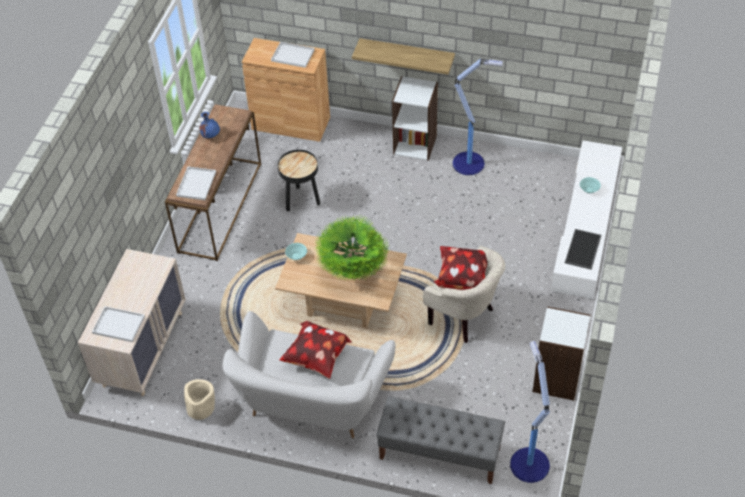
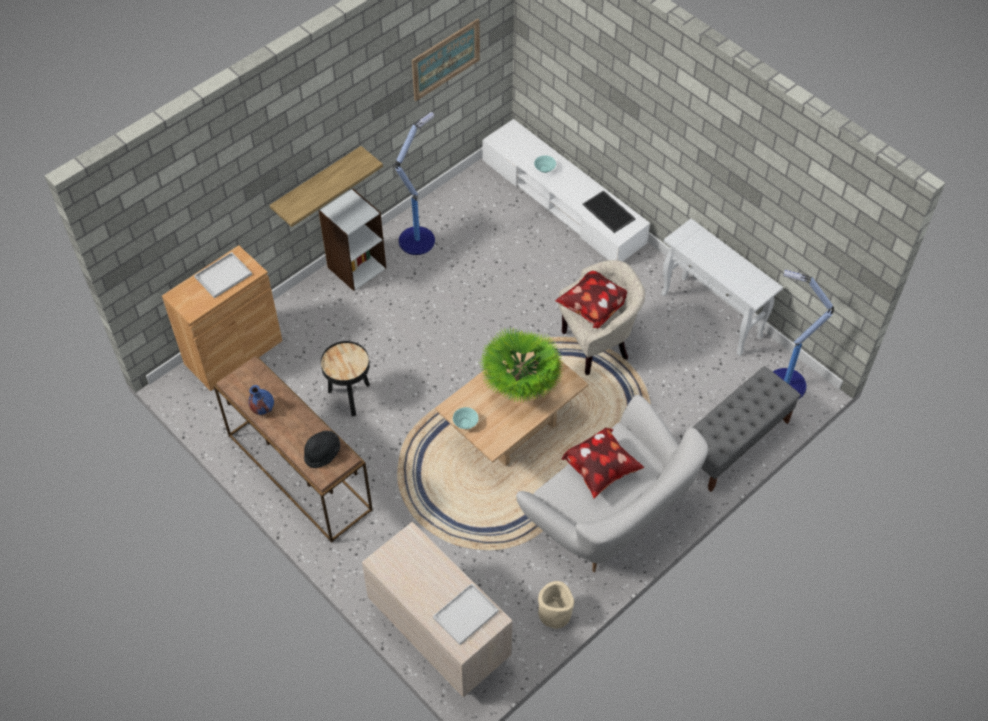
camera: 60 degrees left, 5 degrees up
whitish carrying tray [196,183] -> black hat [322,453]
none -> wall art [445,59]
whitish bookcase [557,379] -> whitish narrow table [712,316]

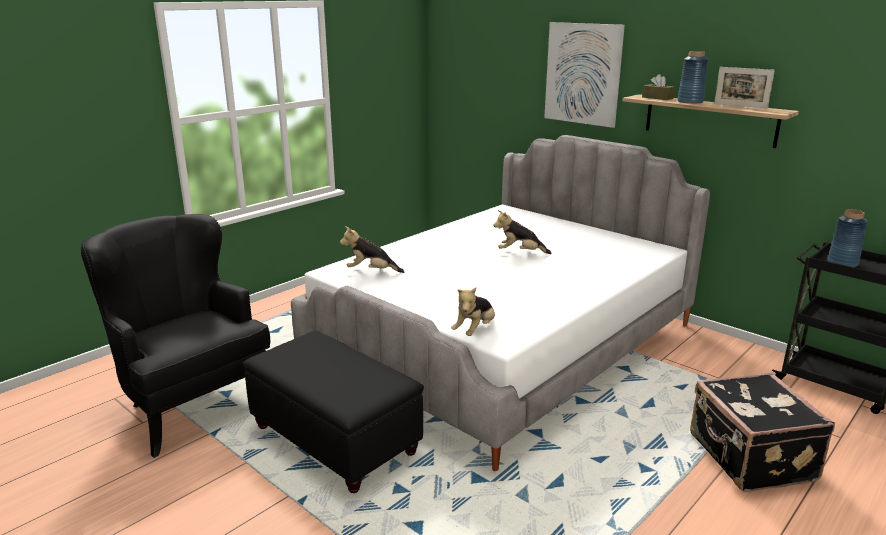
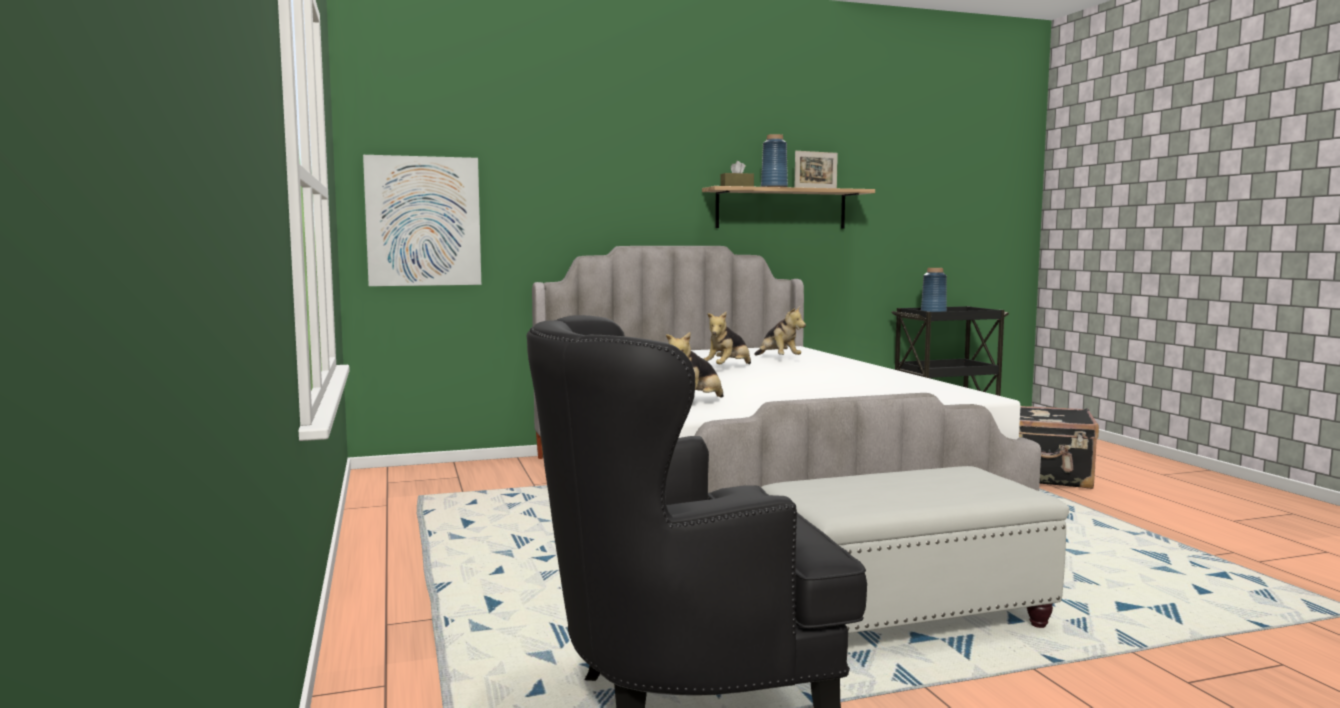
camera: 60 degrees left, 15 degrees down
wall art [582,74] -> wall art [423,221], move
cuddly toy [475,330] -> cuddly toy [778,359], move
black ottoman [335,441] -> whitish ottoman [905,618]

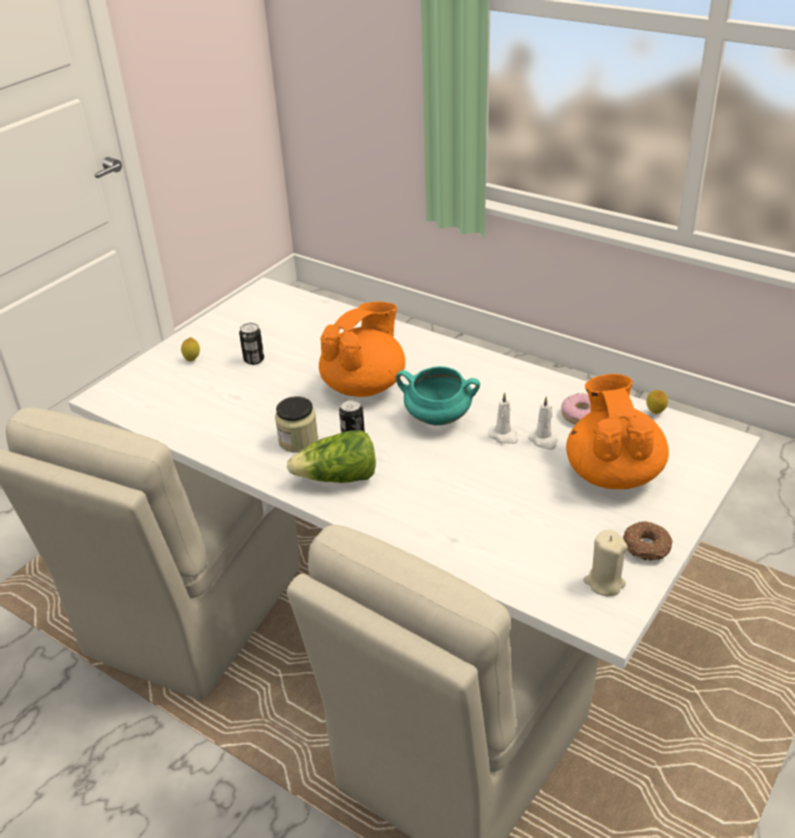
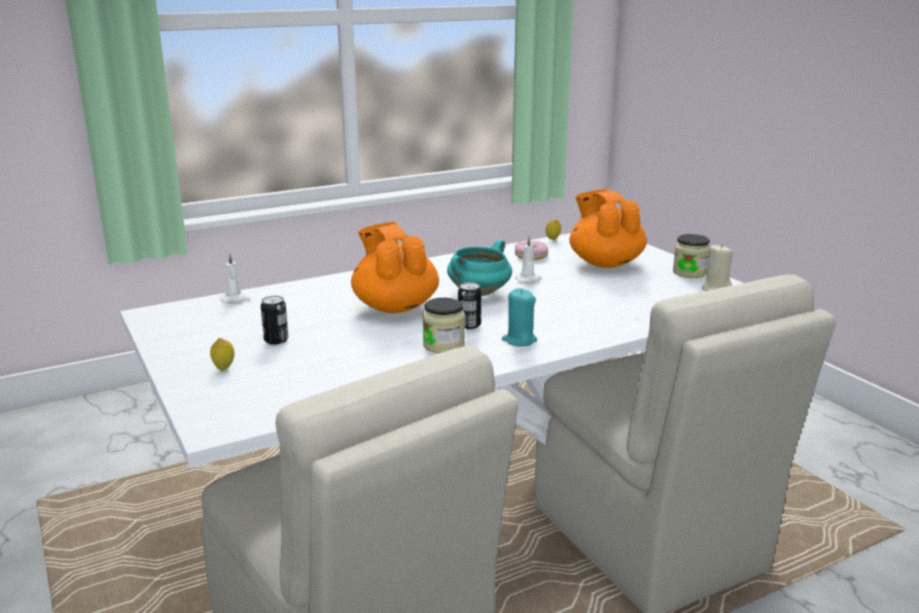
camera: 65 degrees left, 15 degrees down
whitish candle [544,440] -> whitish candle [236,299], move
lettuce head [338,478] -> turquoise candle [519,340]
orange-coloured pot for tea [613,472] -> orange-coloured pot for tea [605,263], 45 degrees clockwise
doughnut [646,548] -> preserve jar [689,272]

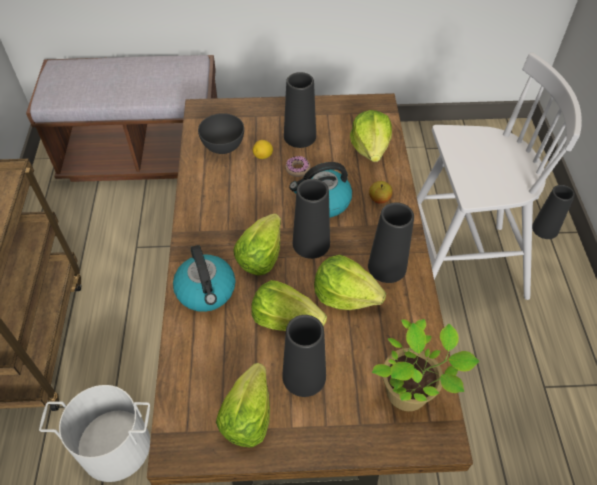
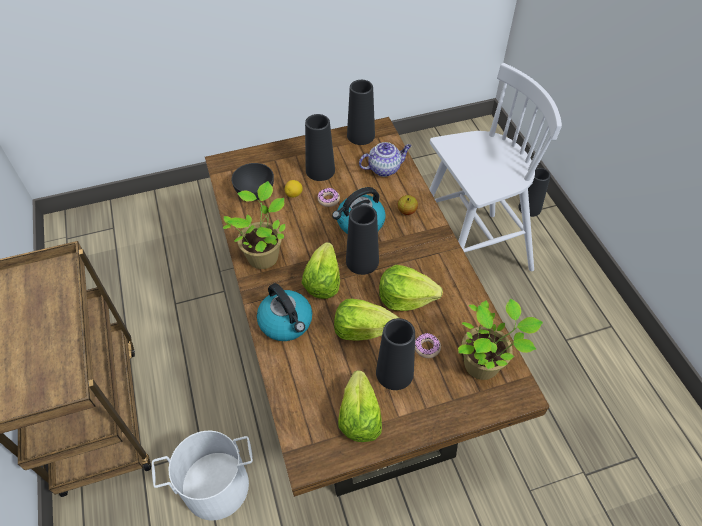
camera: 15 degrees left, 0 degrees up
none -> potted plant [263,255]
black flower vase [387,267] -> black flower vase [360,135], move
lettuce head [370,148] -> pot for tea [385,168]
none -> doughnut [427,347]
brownish bench [144,156] -> none

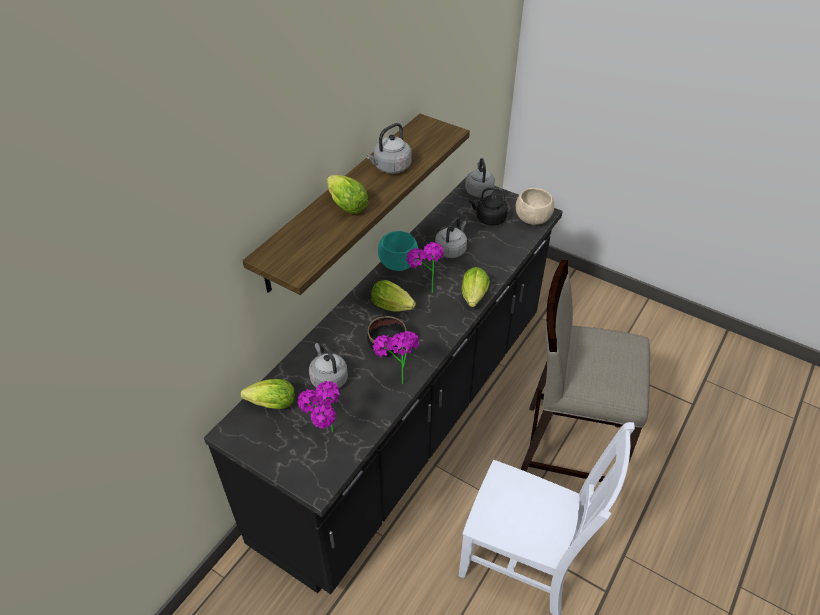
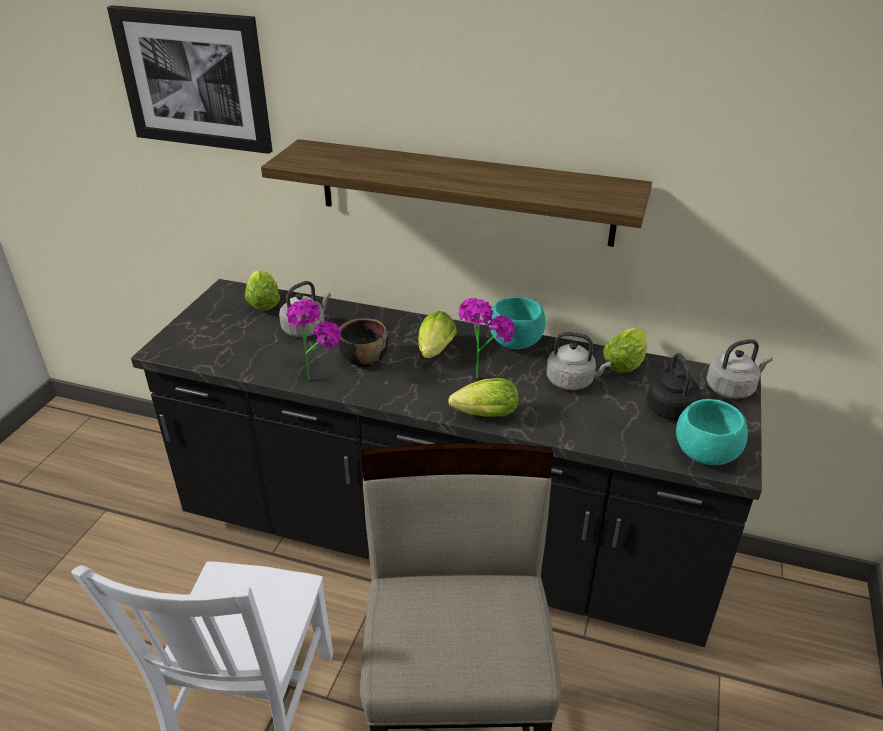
camera: 75 degrees right, 10 degrees down
none -> wall art [194,79]
lettuce head [345,205] -> lettuce head [626,362], move
beige-coloured serving bowl [532,219] -> turquoise serving bowl [704,454]
potted plant [325,437] -> none
gray tea kettle [390,167] -> none

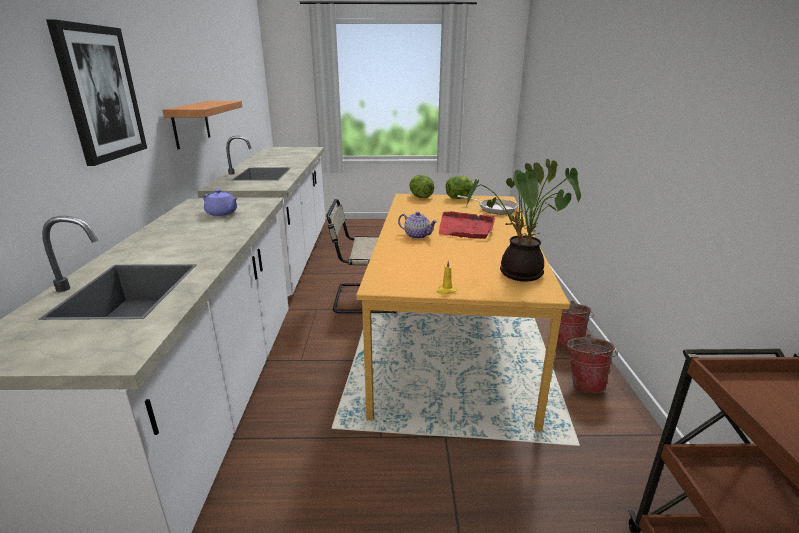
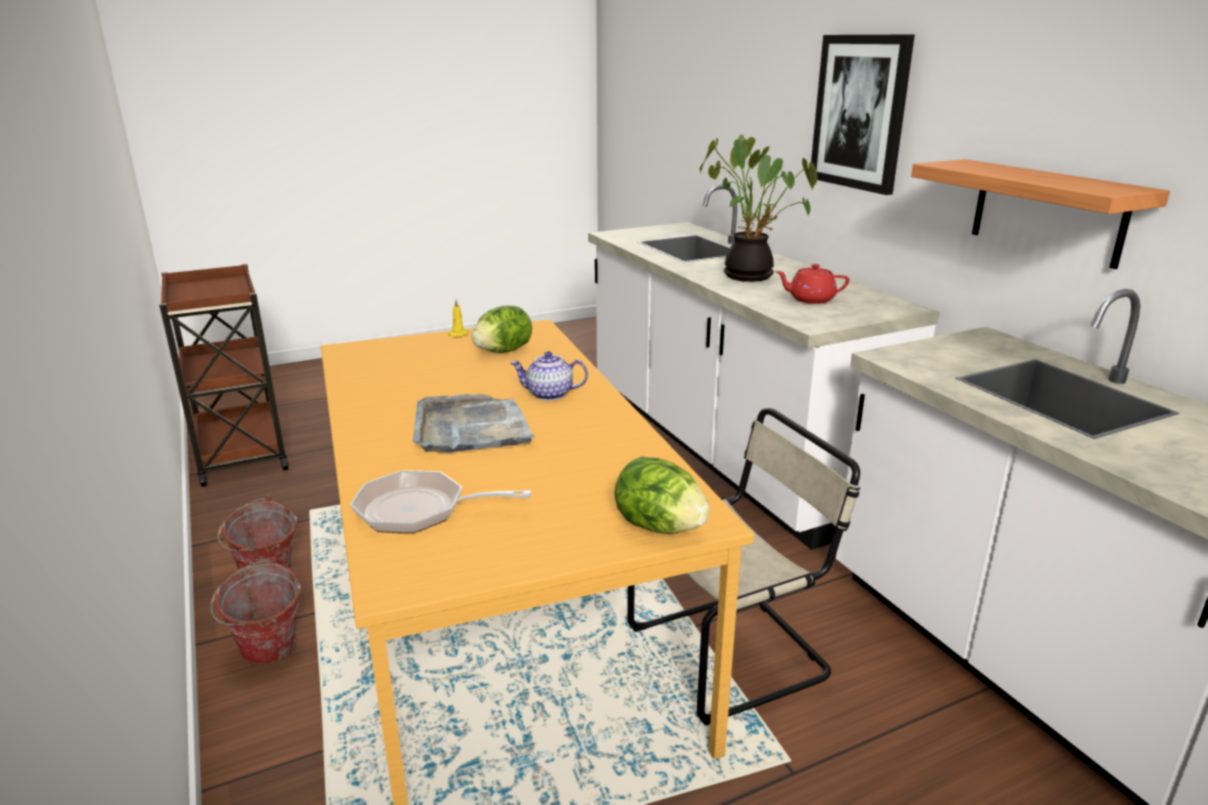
camera: 155 degrees right, 0 degrees up
red carrying tray [466,228] -> gray carrying tray [472,428]
lettuce head [459,198] -> lettuce head [503,351], move
potted plant [517,274] -> potted plant [751,275], move
purple pot for tea [222,213] -> red pot for tea [810,299]

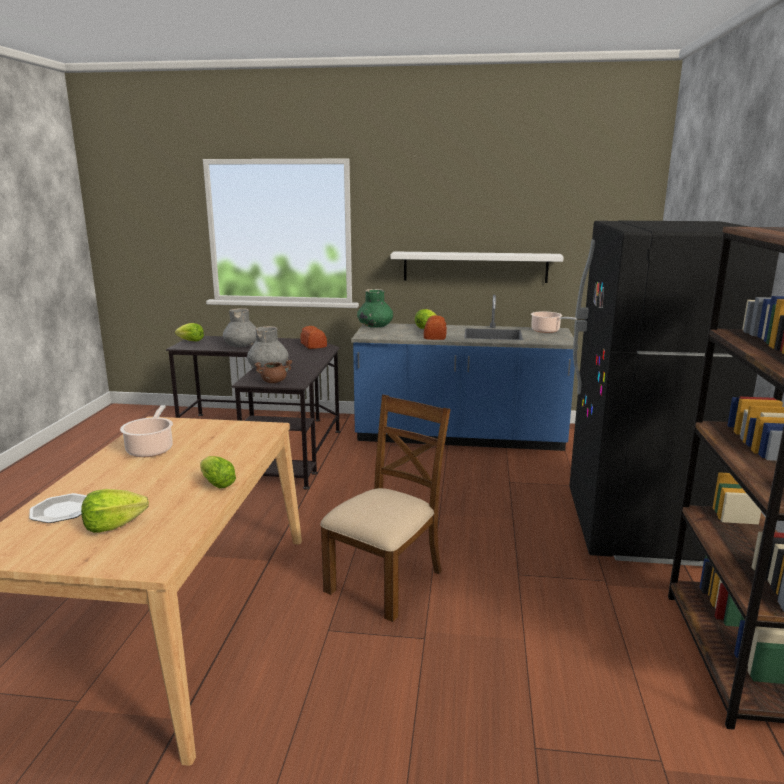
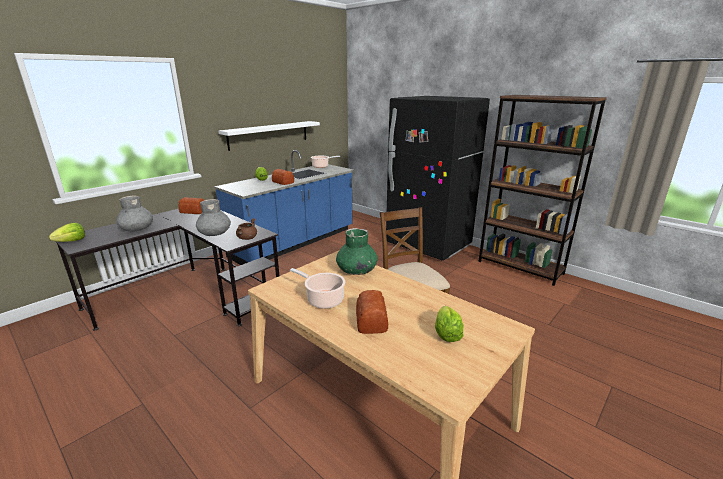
camera: 55 degrees left, 5 degrees up
green flower vase [375,326] -> green flower vase [356,270], move
none -> baked bread [372,320]
dinner plate [62,510] -> none
lettuce head [216,483] -> none

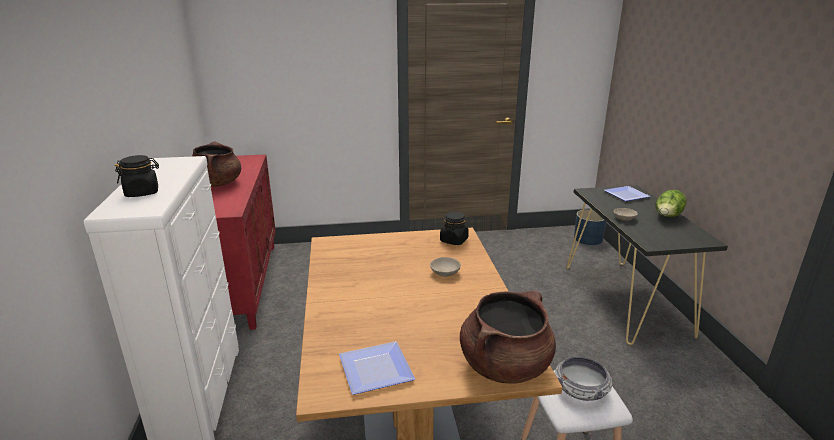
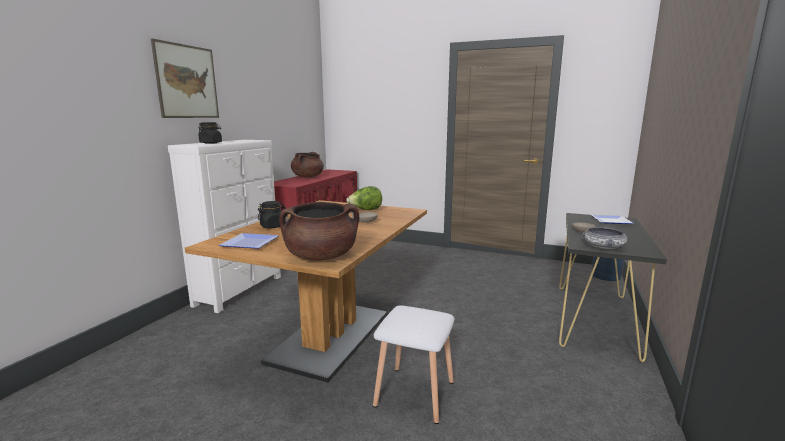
camera: 30 degrees right, 10 degrees down
none -> wall art [187,82]
black preserve jar [454,240] -> black preserve jar [272,226], move
lettuce head [667,217] -> lettuce head [365,210], move
serving bowl [581,389] -> serving bowl [603,247], move

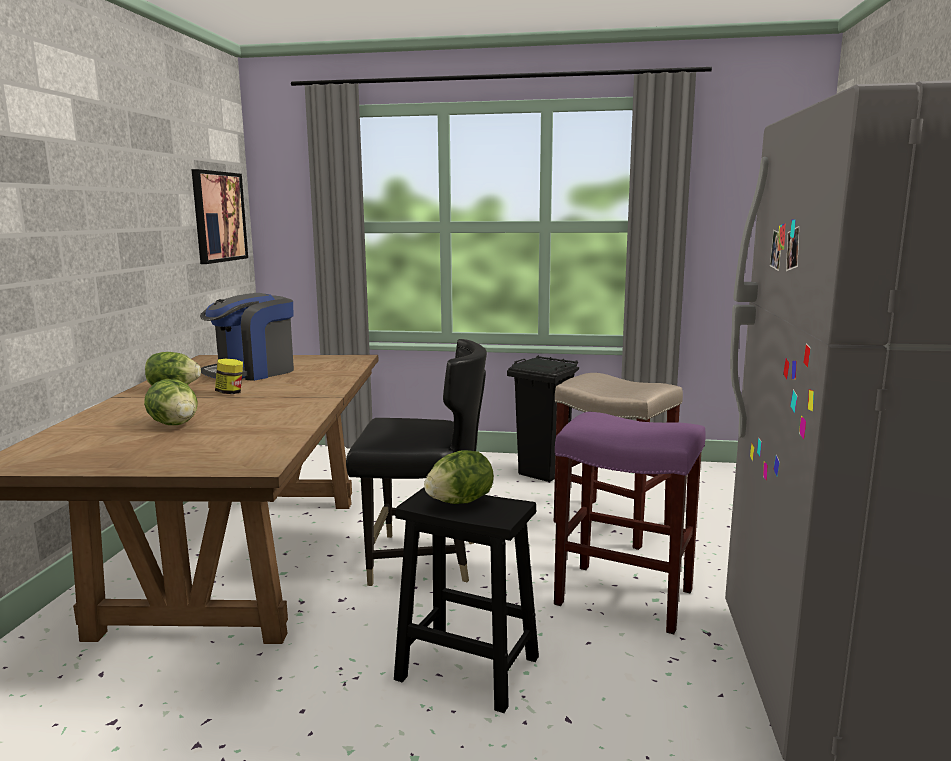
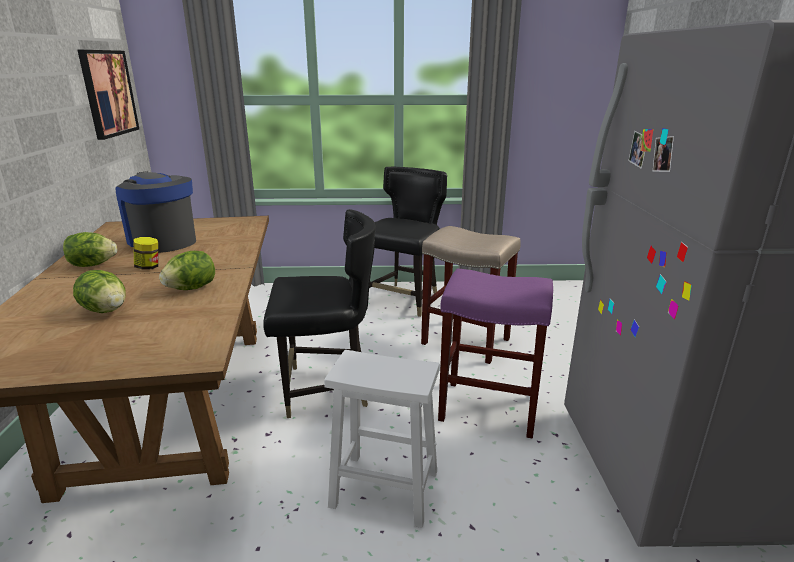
camera: 10 degrees left, 10 degrees up
coffee brewer [252,372] -> coffee brewer [162,241], 105 degrees clockwise
lettuce head [460,502] -> lettuce head [191,288], move
black stool seat [470,668] -> whitish stool seat [386,489]
black rubbish bin [543,474] -> black chair [403,299]

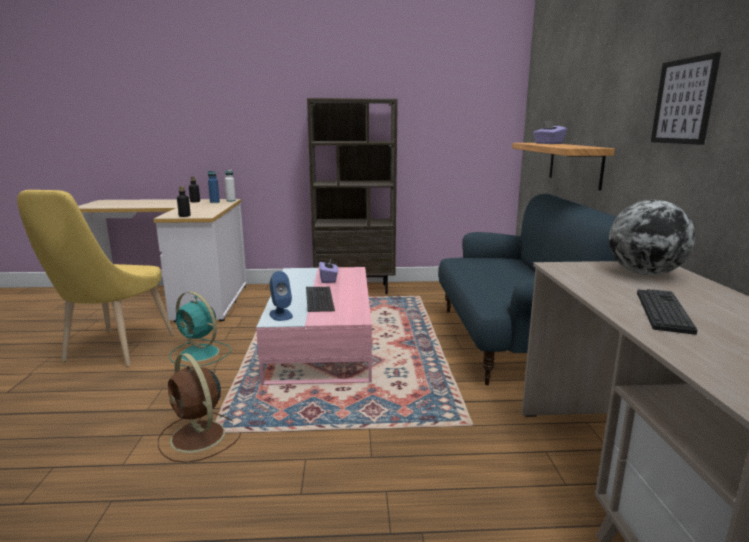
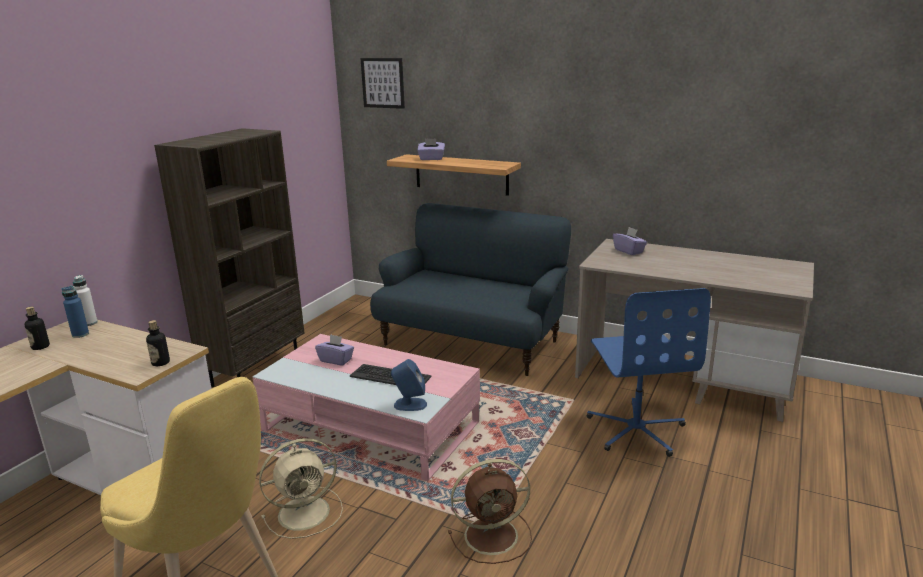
camera: 60 degrees left, 5 degrees up
turquoise fan [200,354] -> beige-coloured fan [306,512]
wall art [683,101] -> wall art [383,83], move
none -> bluish office chair [636,429]
world globe [644,273] -> purple tissue box [629,251]
computer keyboard [663,311] -> none

